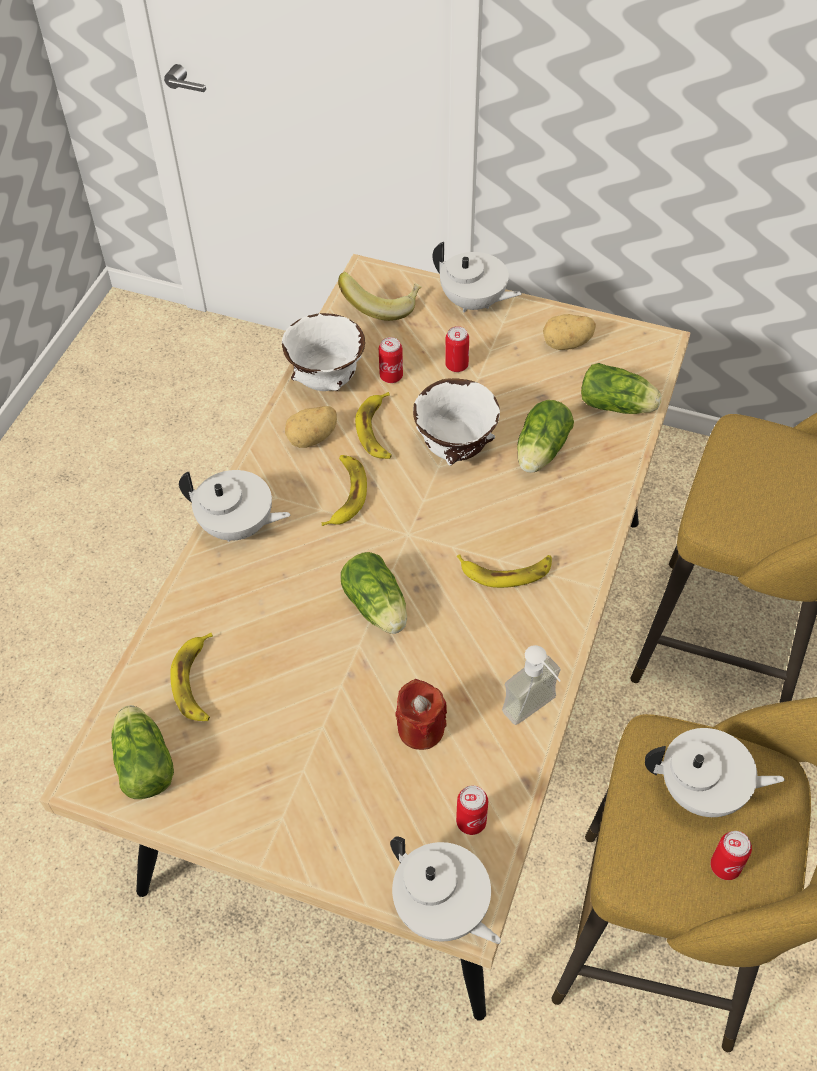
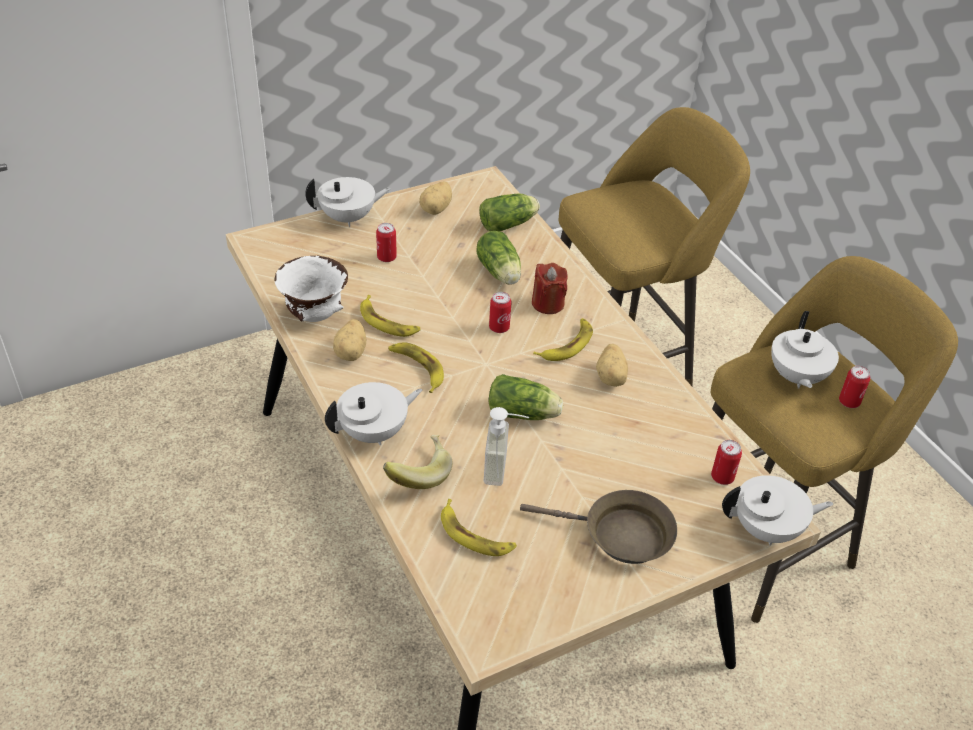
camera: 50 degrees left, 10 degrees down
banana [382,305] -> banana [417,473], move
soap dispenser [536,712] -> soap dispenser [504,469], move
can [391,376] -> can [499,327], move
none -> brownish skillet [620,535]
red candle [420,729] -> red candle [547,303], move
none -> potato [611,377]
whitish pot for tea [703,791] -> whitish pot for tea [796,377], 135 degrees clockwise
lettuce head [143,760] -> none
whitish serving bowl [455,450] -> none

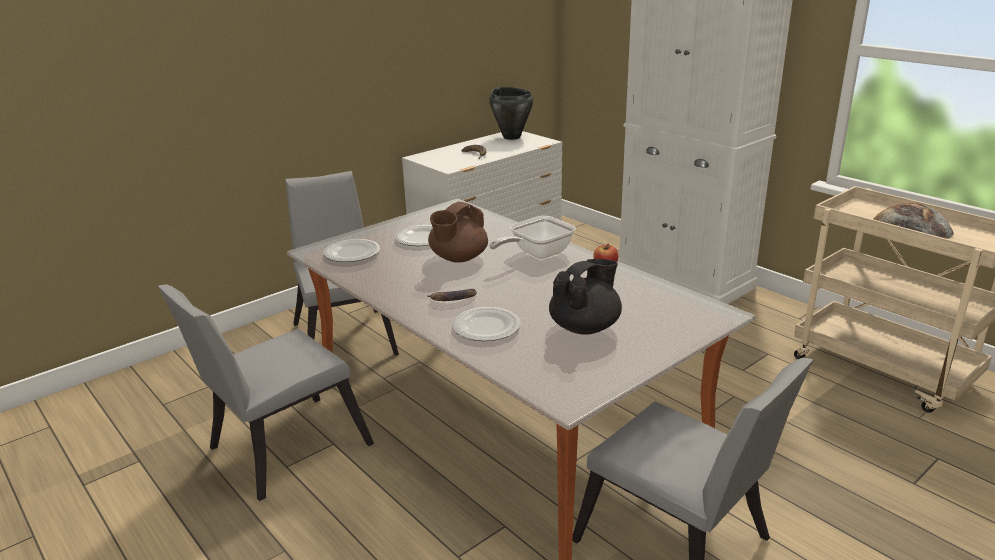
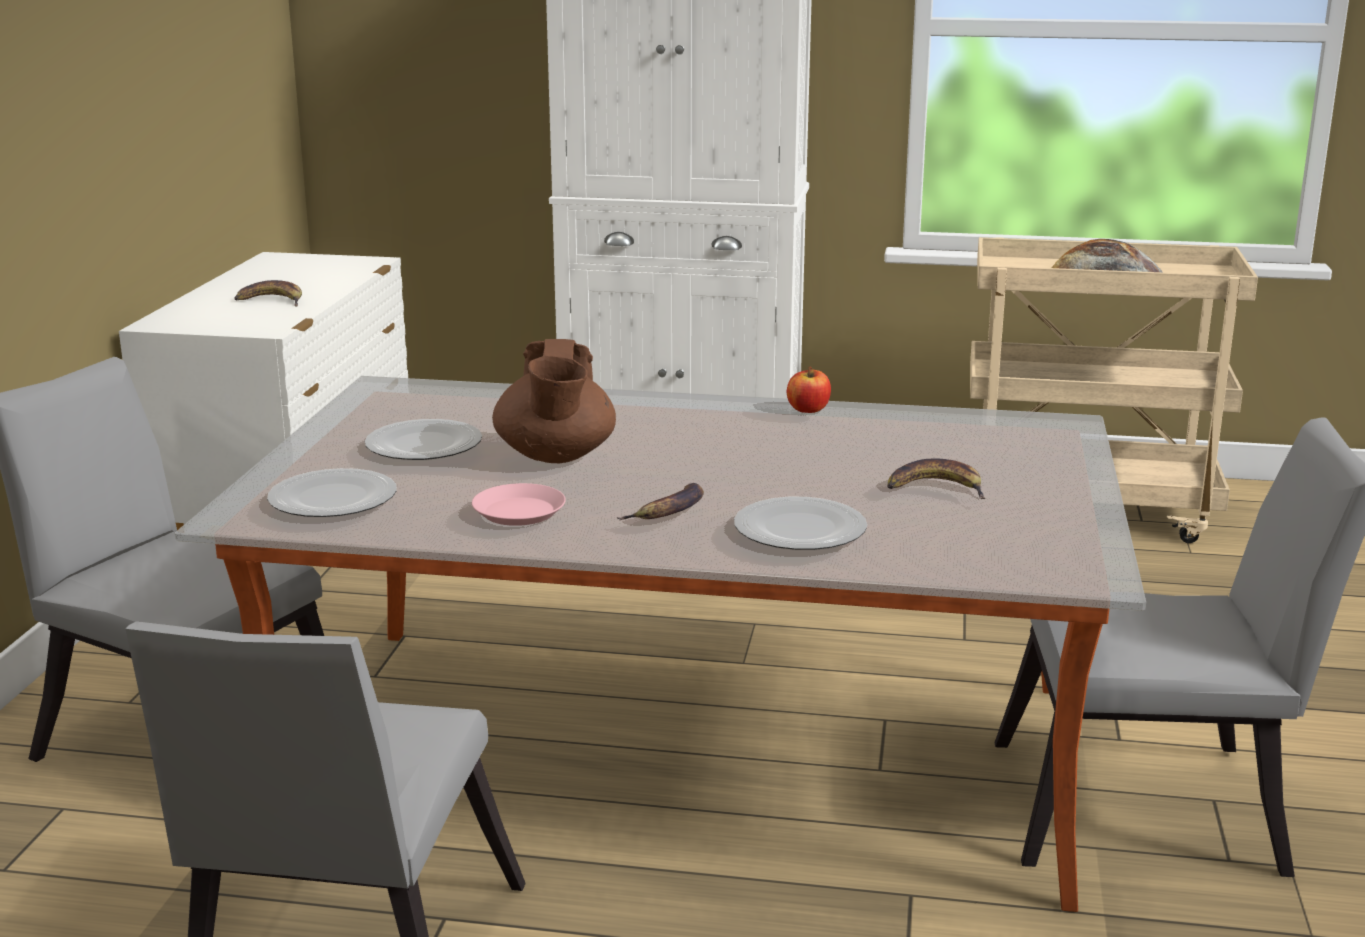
camera: 40 degrees left, 5 degrees down
none -> pinkish dinner plate [518,512]
black pot for tea [585,327] -> banana [936,488]
black stockpot [511,137] -> none
skillet [536,254] -> none

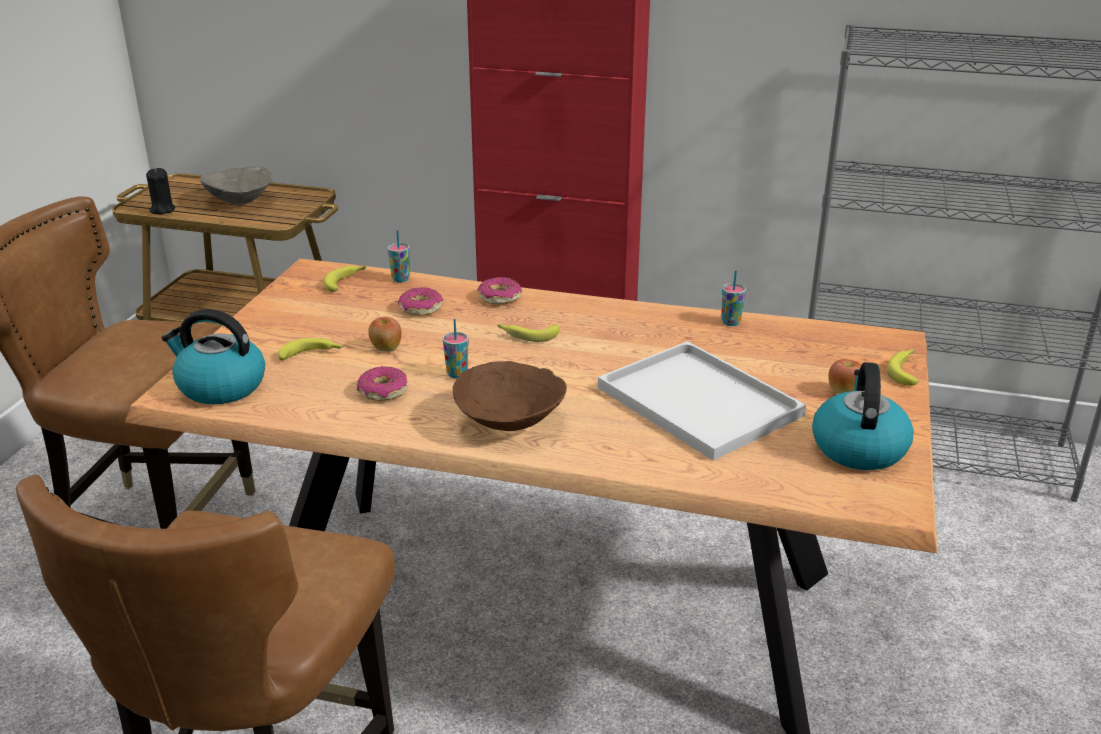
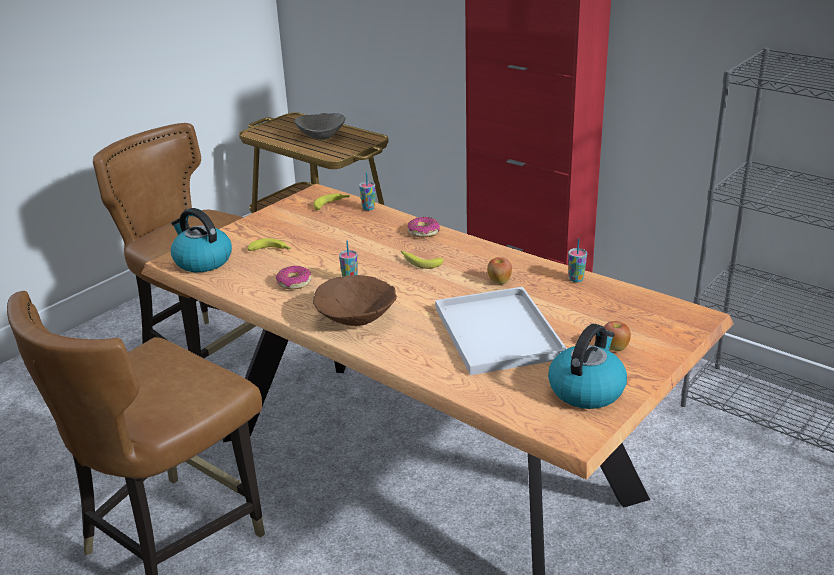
camera: 25 degrees right, 0 degrees up
apple fruit [386,348] -> apple fruit [499,281], move
black candle [162,210] -> none
doughnut [420,309] -> none
banana [906,370] -> none

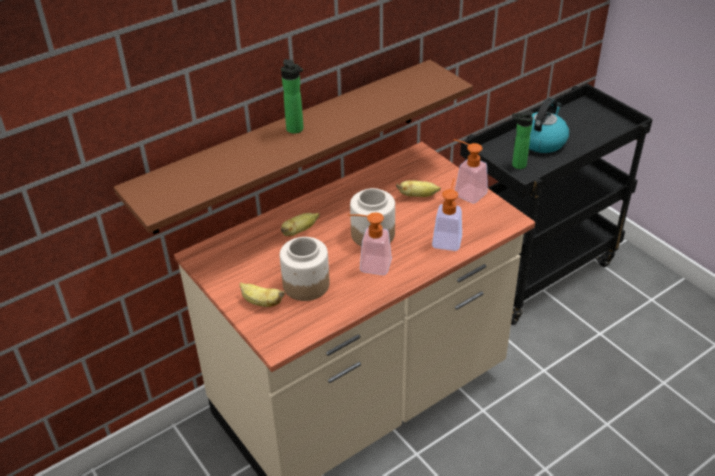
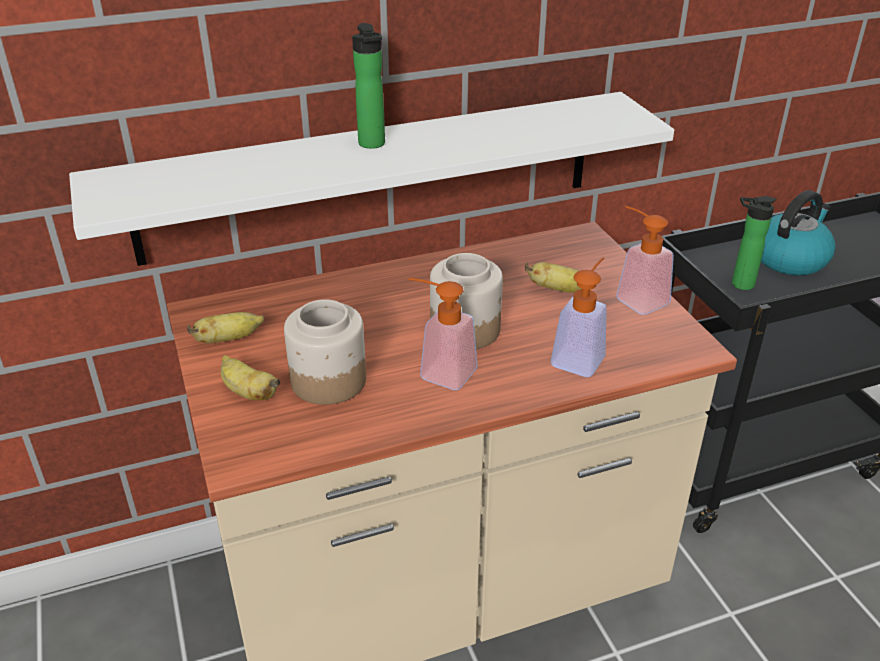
camera: 15 degrees right, 5 degrees down
brownish shelf [288,145] -> whitish shelf [371,176]
banana [299,231] -> banana [229,339], move

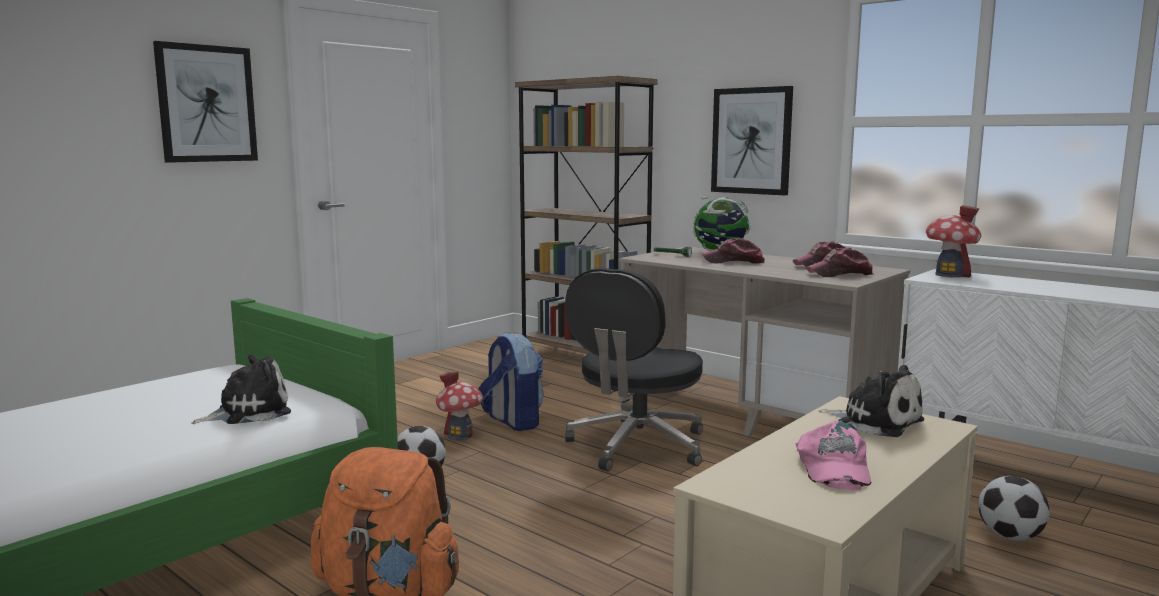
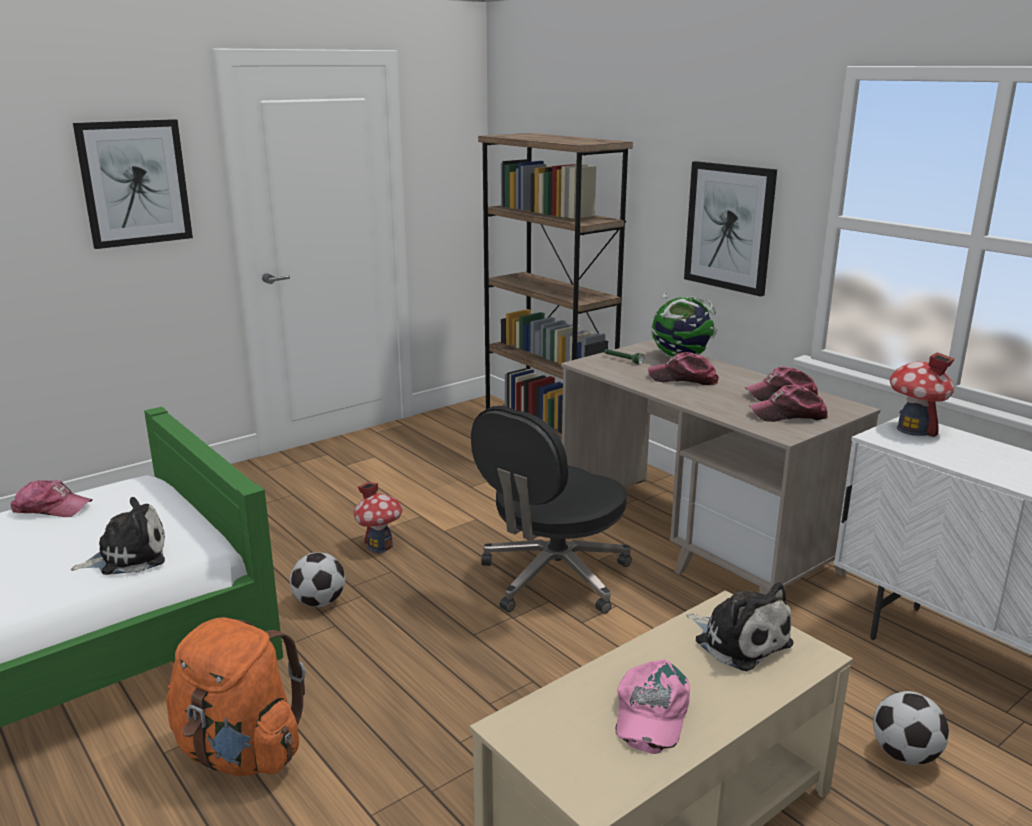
camera: 10 degrees right, 10 degrees up
none -> cap [51,508]
knapsack [512,421] -> none

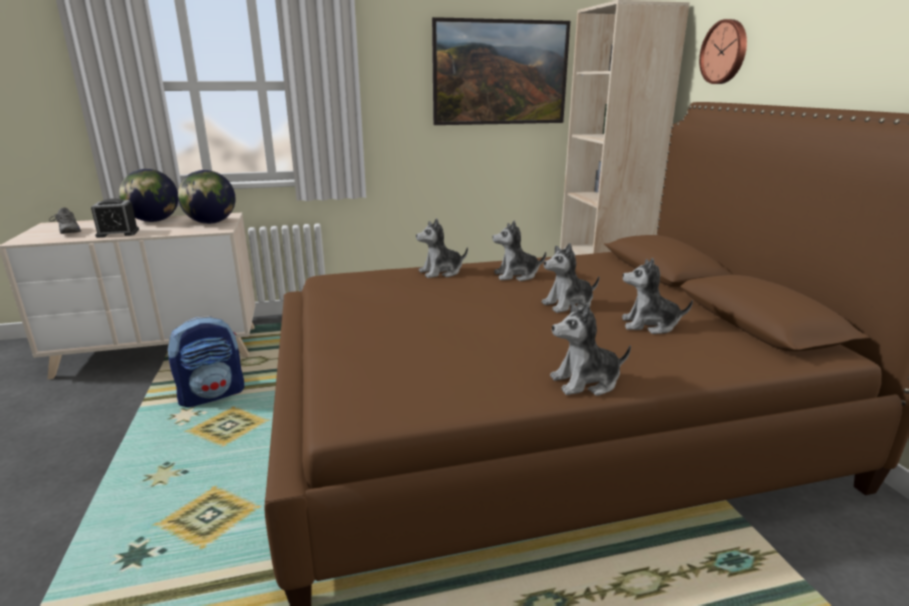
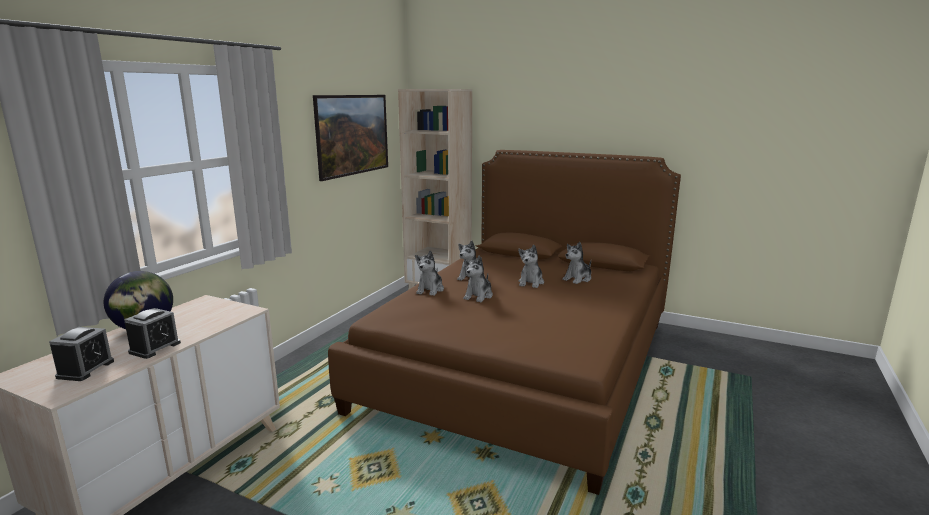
camera: 50 degrees left, 5 degrees down
gray low shoe [67,232] -> bedside clock [85,369]
cuddly toy [586,382] -> cuddly toy [478,296], move
knapsack [212,395] -> none
world globe [211,222] -> none
hanging clock [725,52] -> none

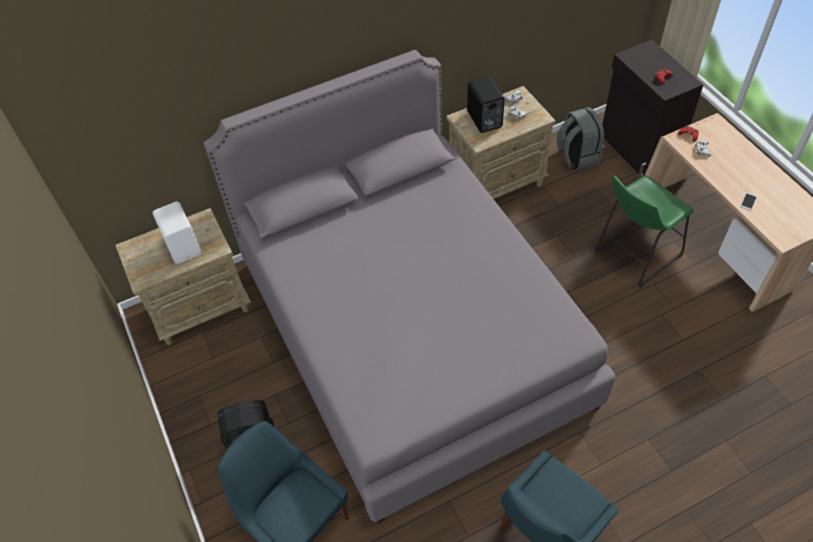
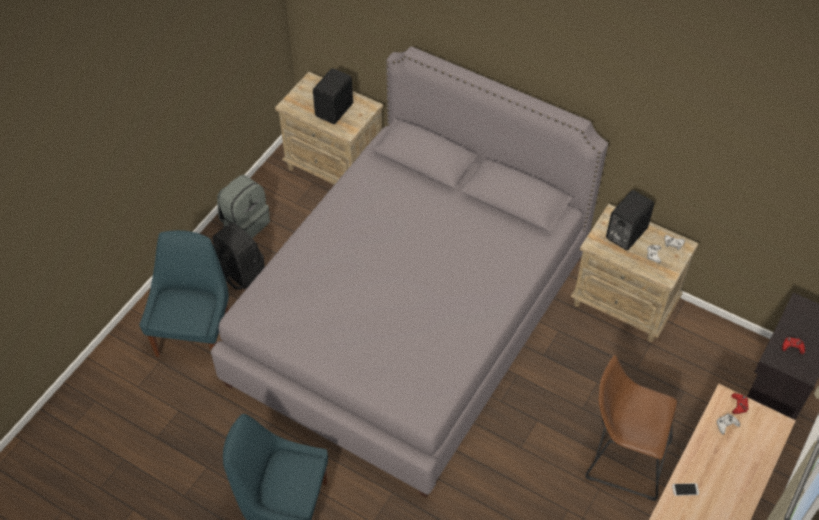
camera: 55 degrees right, 0 degrees up
gray knapsack [577,157] -> gray knapsack [245,223], move
whitish speaker [184,246] -> black speaker [335,110]
green stool seat [634,255] -> brownish stool seat [622,458]

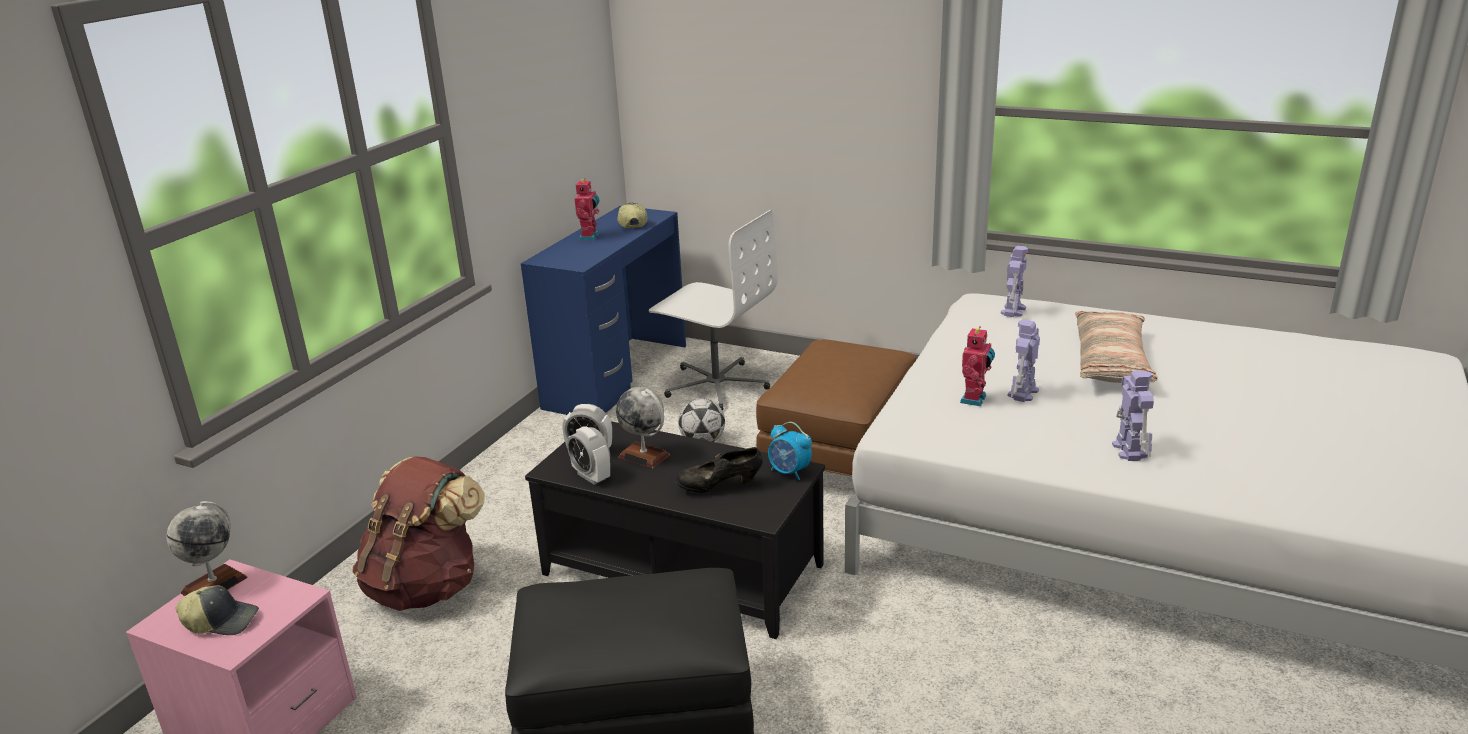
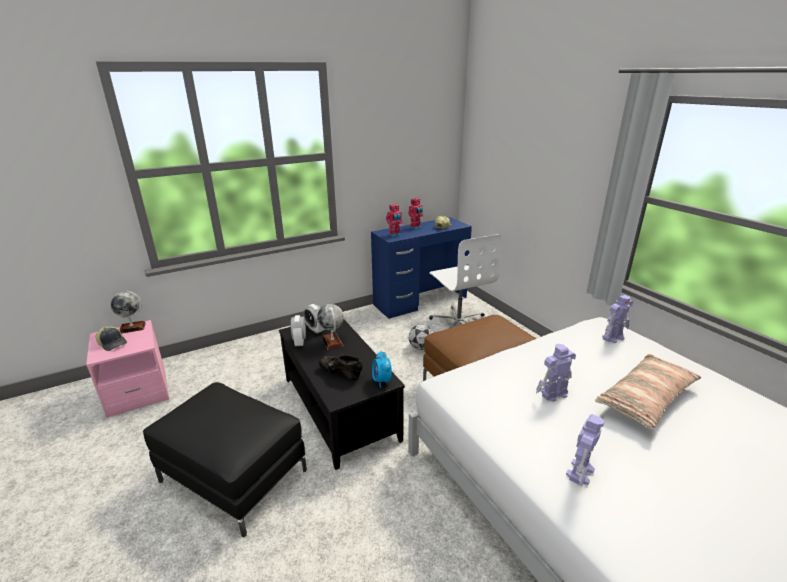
camera: 35 degrees right, 0 degrees up
toy robot [975,399] -> toy robot [394,235], move
brownish knapsack [427,587] -> none

